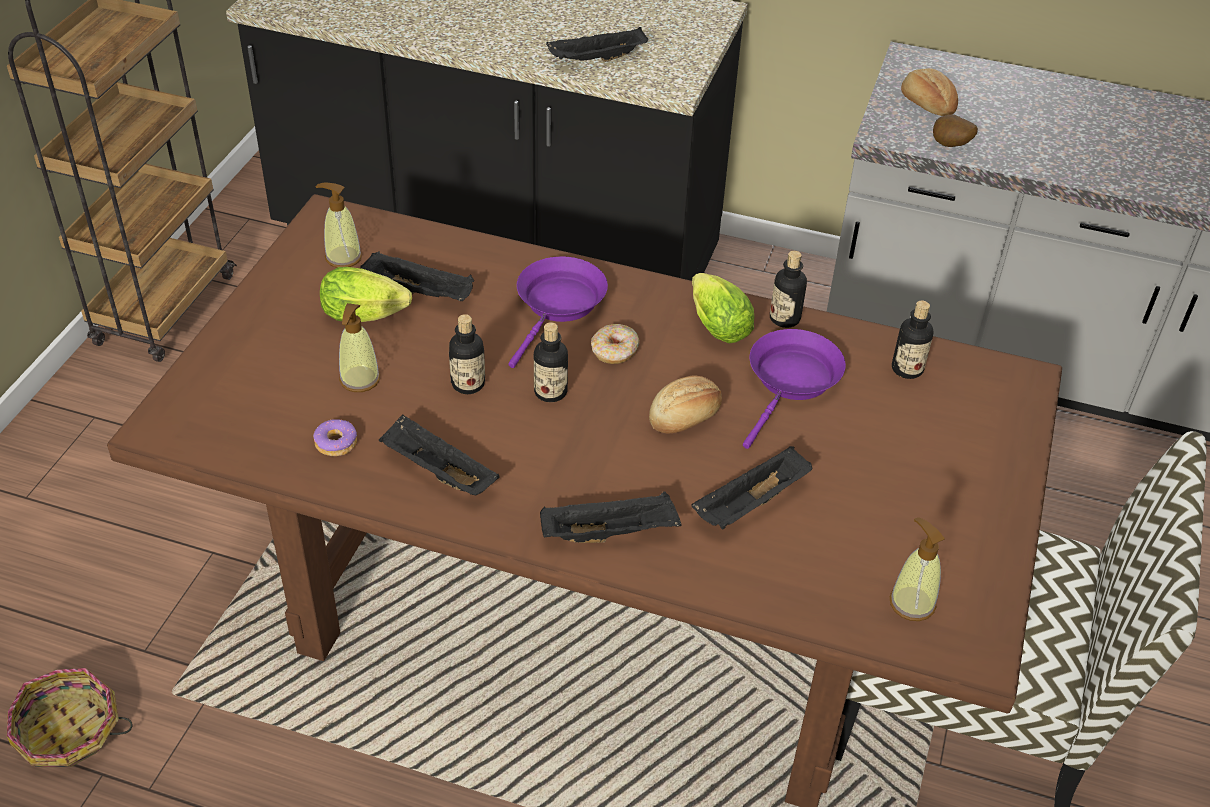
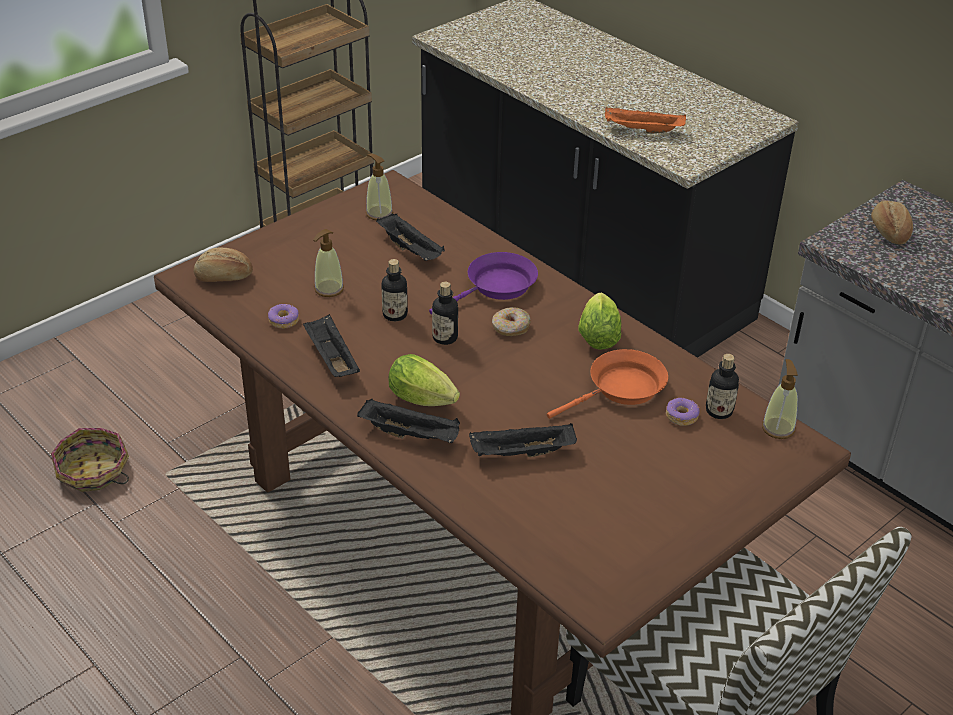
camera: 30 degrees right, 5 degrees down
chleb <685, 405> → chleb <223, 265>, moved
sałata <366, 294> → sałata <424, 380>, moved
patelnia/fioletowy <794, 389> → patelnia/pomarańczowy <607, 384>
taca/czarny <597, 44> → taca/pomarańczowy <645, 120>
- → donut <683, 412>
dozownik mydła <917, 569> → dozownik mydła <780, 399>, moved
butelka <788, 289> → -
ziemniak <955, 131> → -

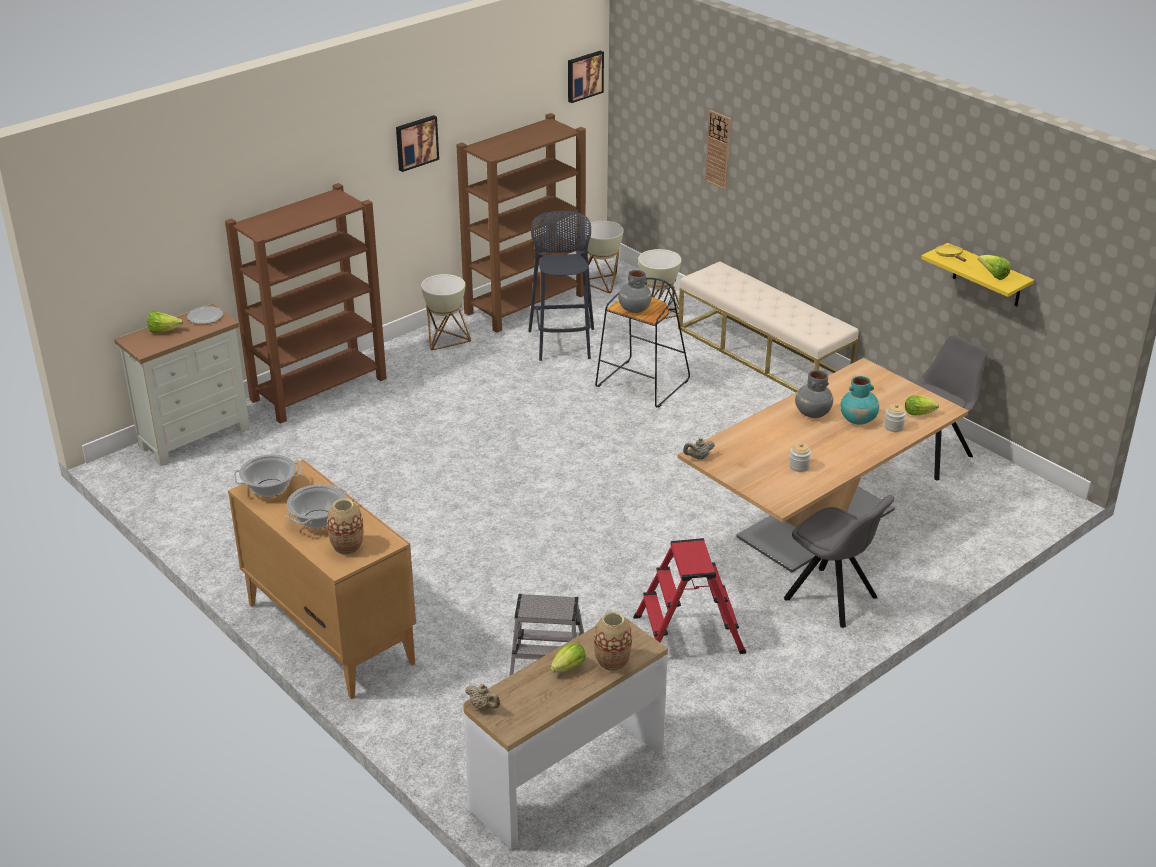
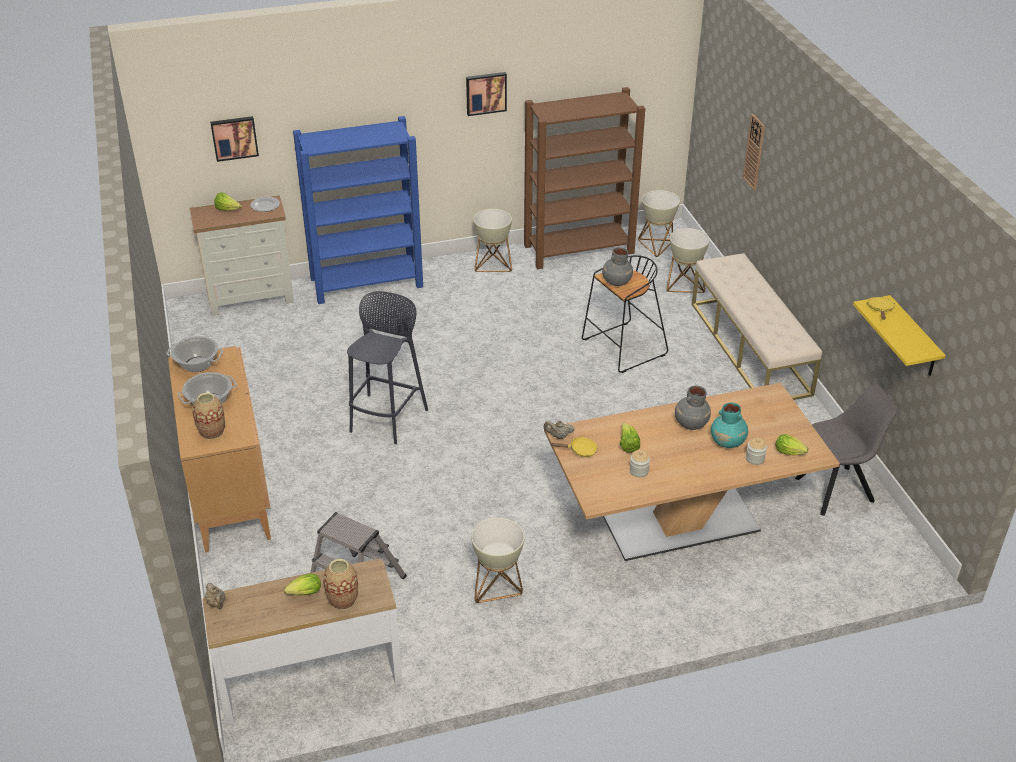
camera: 25 degrees right, 5 degrees up
obraz <586, 76> → obraz <234, 139>, moved
regał/brązowy <306, 303> → regał/niebieski <358, 210>
stołek/szary <561, 286> → stołek/szary <387, 367>, moved
drabinka/czerwony <689, 596> → donica <498, 560>
- → patelnia/żółty <574, 447>
sałata <994, 267> → sałata <630, 438>, moved
krzesło/szary <839, 561> → -

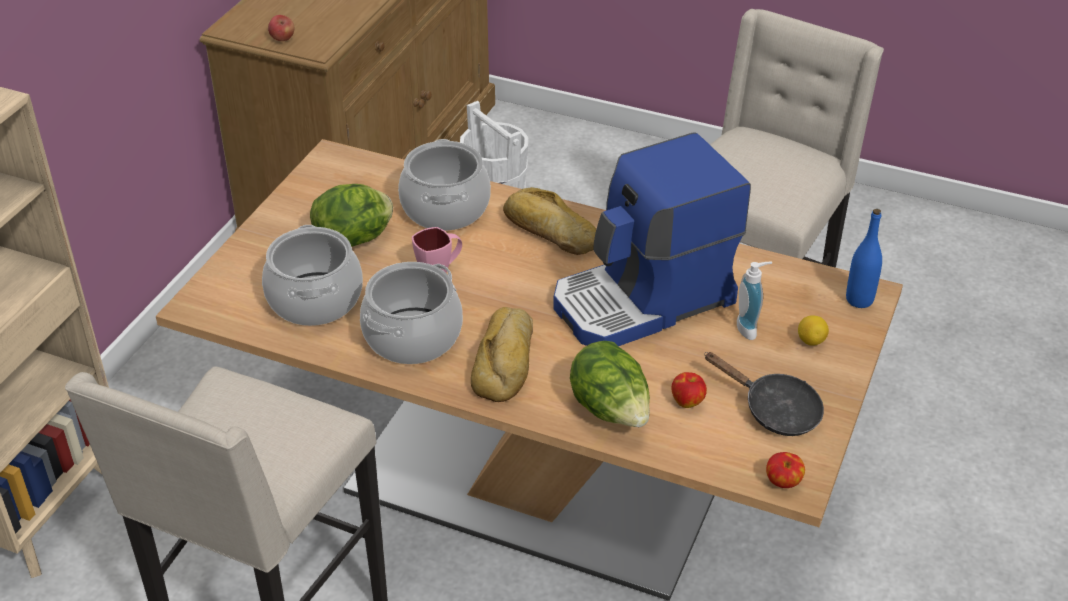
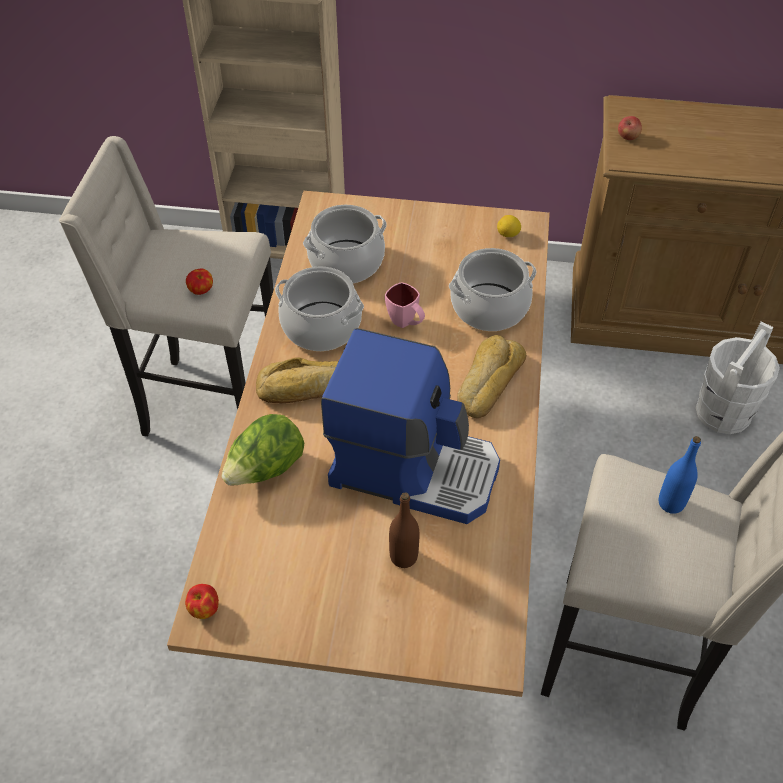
camera: 75 degrees right, 10 degrees up
jabłko <689, 390> → jabłko <199, 281>, moved
ekspres do kawy <652, 239> → ekspres do kawy <410, 426>, 150 degrees clockwise
dozownik mydła <754, 301> → butelka/brązowy <404, 530>
cytryna <813, 331> → cytryna <509, 226>, moved
butelka/niebieski <864, 258> → butelka/niebieski <680, 475>, moved
sałata <351, 215> → -
patelnia/czarny <764, 394> → -

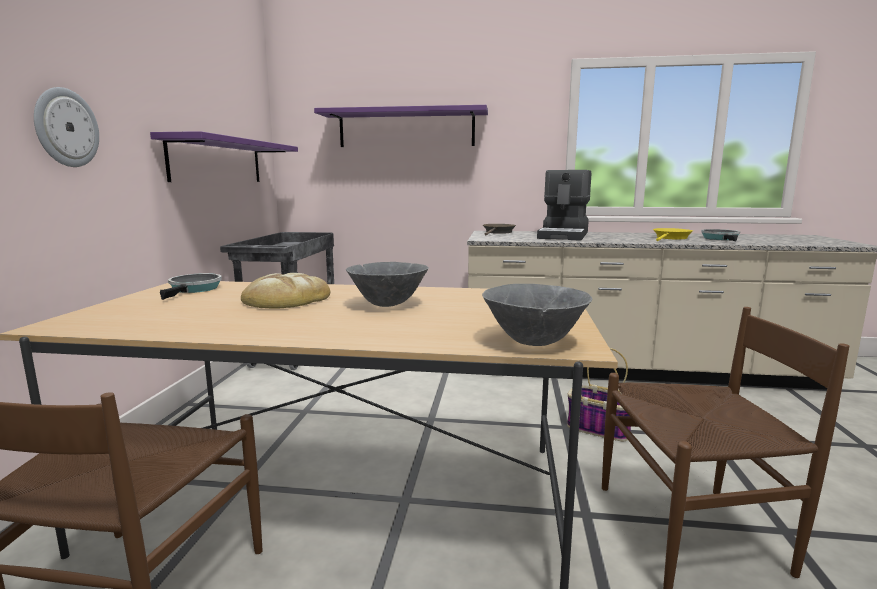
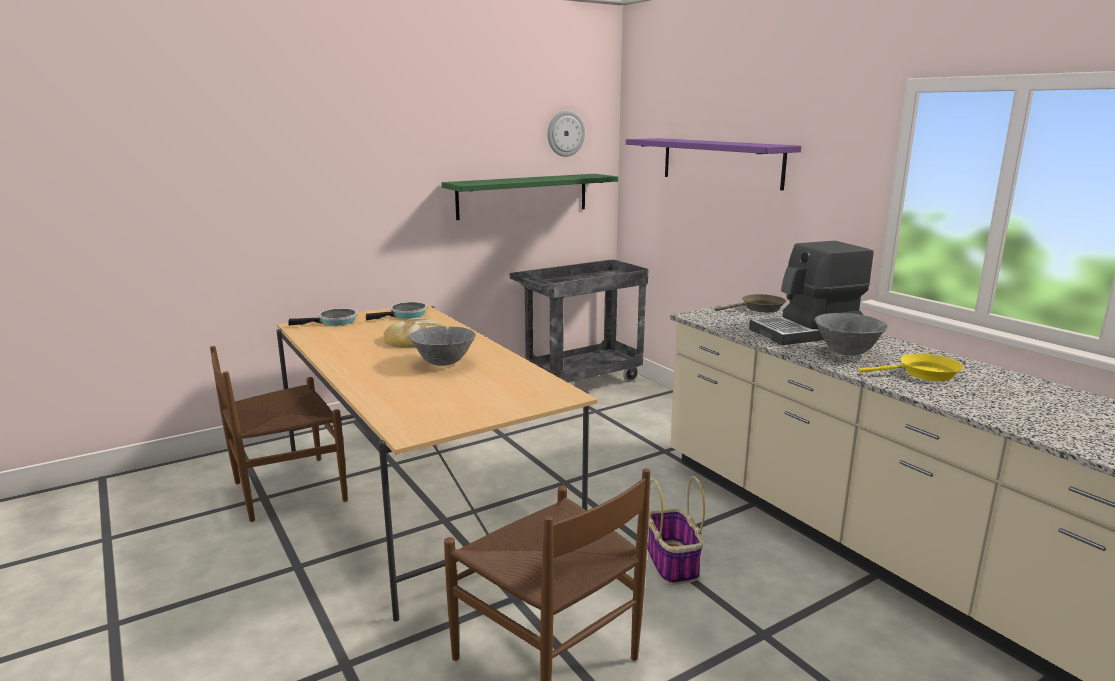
camera: 50 degrees right, 5 degrees up
patelnia <720, 235> → patelnia <323, 317>, moved
półka/fioletowy <224, 156> → półka/zielony <529, 197>
zegar ścienny <66, 127> → zegar ścienny <566, 133>, moved
miska/szary <537, 315> → miska/szary <851, 334>, moved

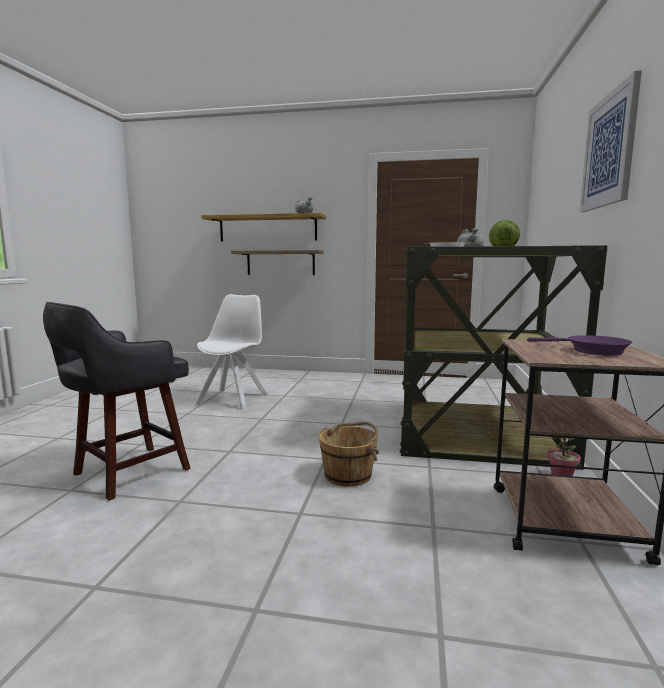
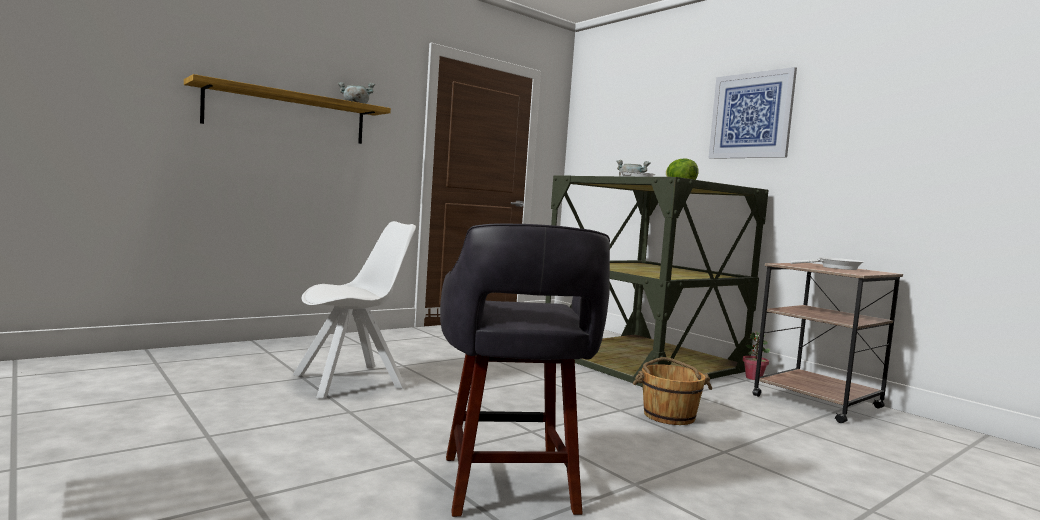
camera: 50 degrees left, 5 degrees down
krzesło/biały <230, 352> → krzesło/biały <354, 310>, 90 degrees clockwise
patelnia/fioletowy <579, 345> → patelnia/biały <826, 263>
półka <277, 262> → -

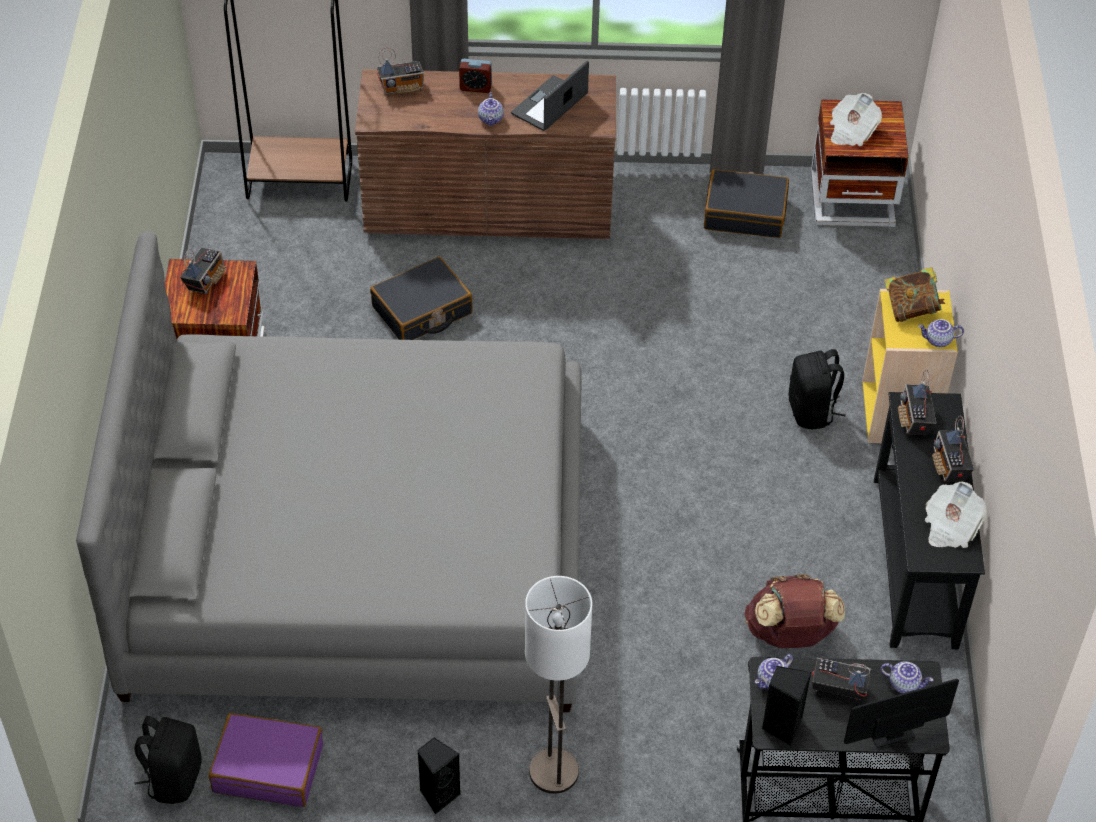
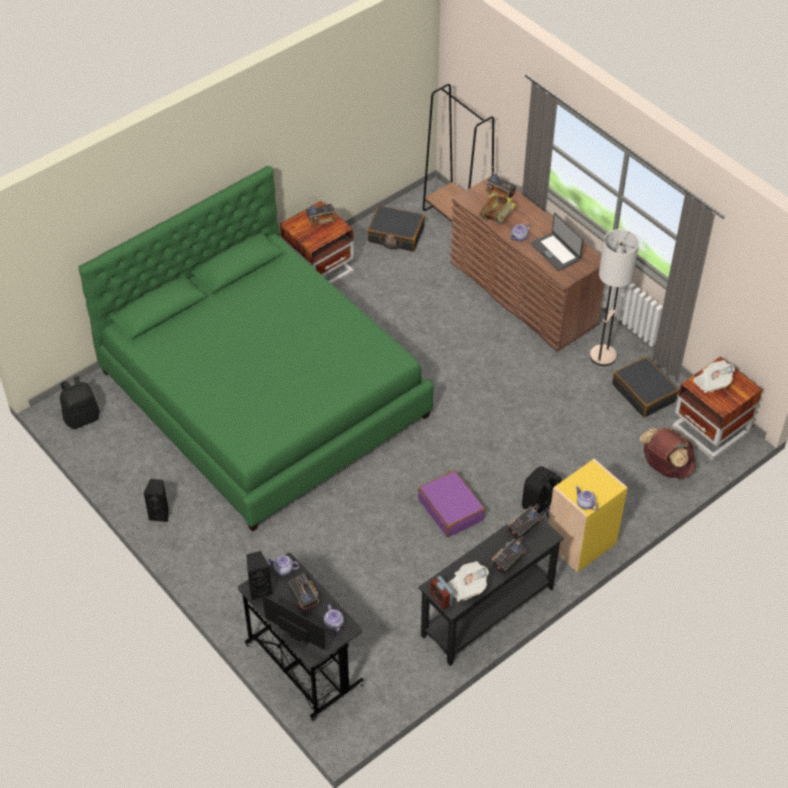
camera: 50 degrees right, 0 degrees up
łóżko/szary <329, 471> → łóżko/zielony <256, 349>
walizka/czarny <421, 298> → walizka/czarny <396, 228>, moved
walizka/fioletowy <266, 760> → walizka/fioletowy <451, 503>, moved
budzik <475, 76> → budzik <442, 592>, moved
książka <915, 294> → książka <498, 207>, moved
laptop <550, 96> → laptop <557, 242>, 120 degrees counterclockwise
lampa stojąca <558, 685> → lampa stojąca <614, 297>, moved
plecak/brązowy <794, 611> → plecak/brązowy <668, 453>, moved

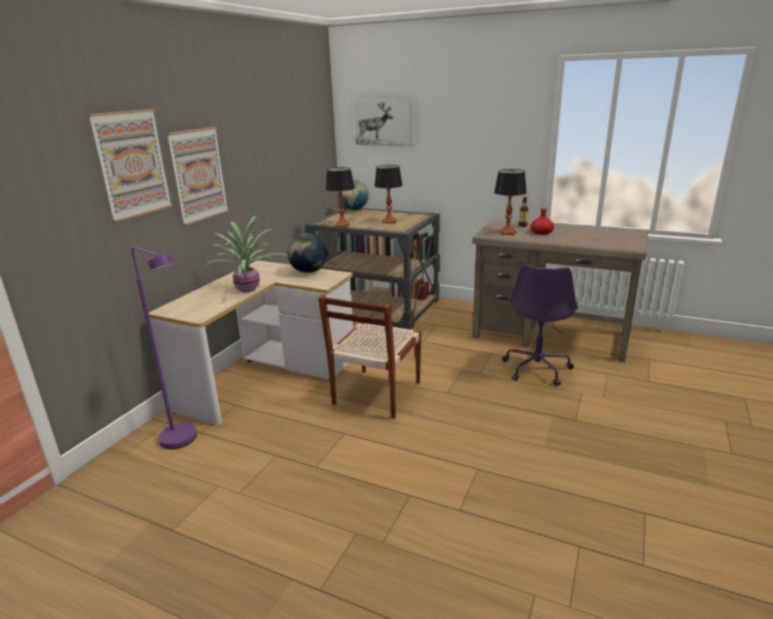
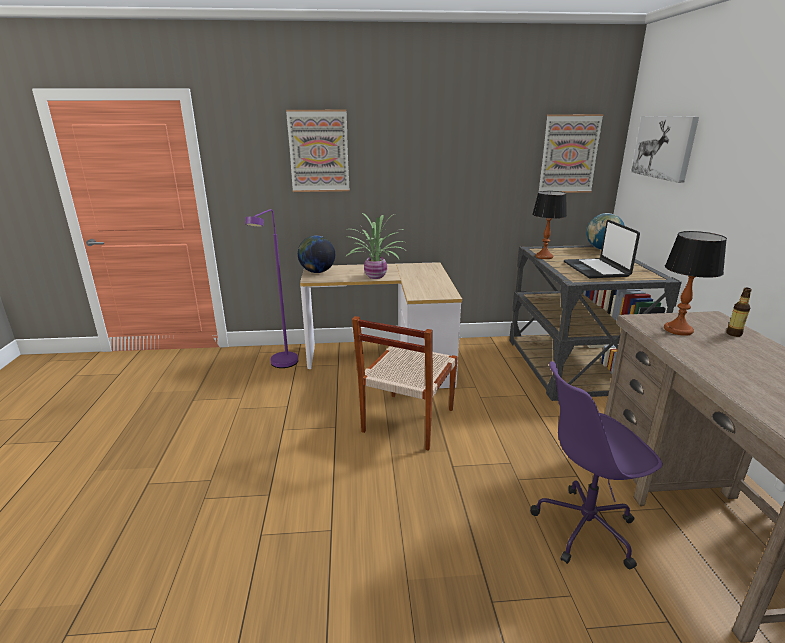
camera: 60 degrees right, 0 degrees up
globus <307, 253> → globus <316, 254>, moved
krzesło <370, 357> → krzesło <405, 383>, 60 degrees counterclockwise
obraz <197, 176> → obraz <571, 153>, moved
lampa stołowa <388, 194> → laptop <602, 249>
butelka/czerwony <542, 221> → -

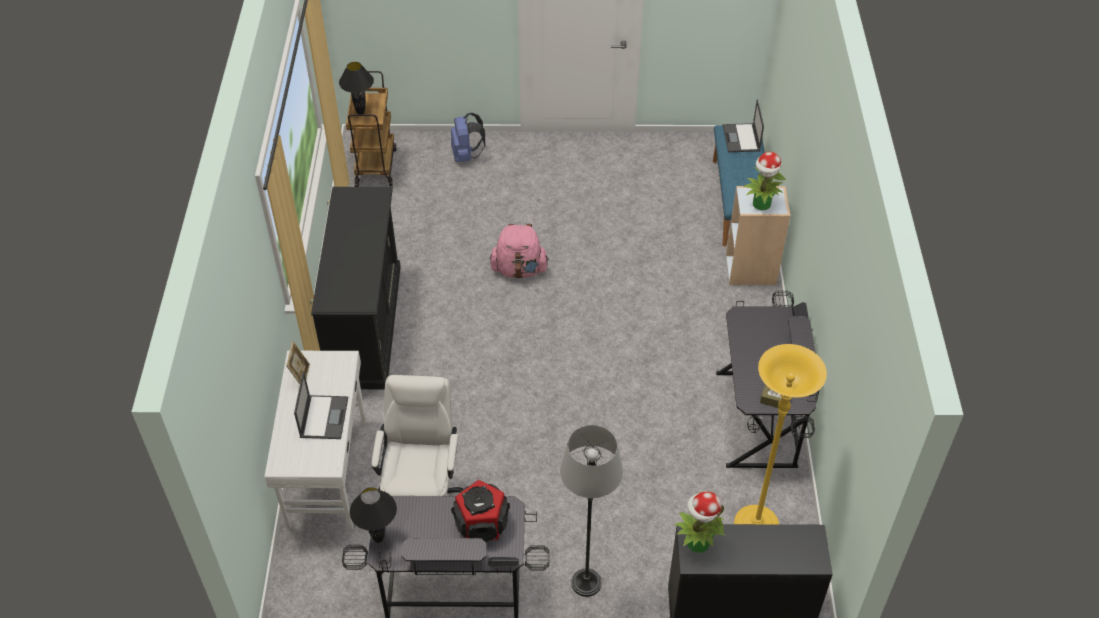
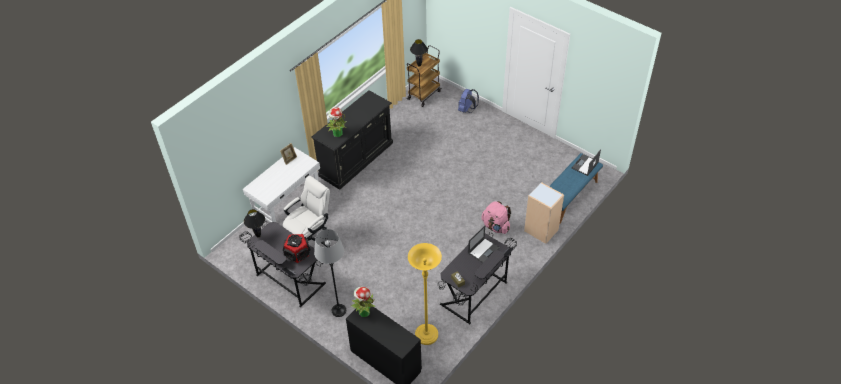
camera: 40 degrees right, 0 degrees up
roślina doniczkowa <764, 181> → roślina doniczkowa <336, 122>, moved
laptop <321, 405> → laptop <484, 244>, moved
plecak/różowy <519, 251> → plecak/różowy <496, 217>, moved

